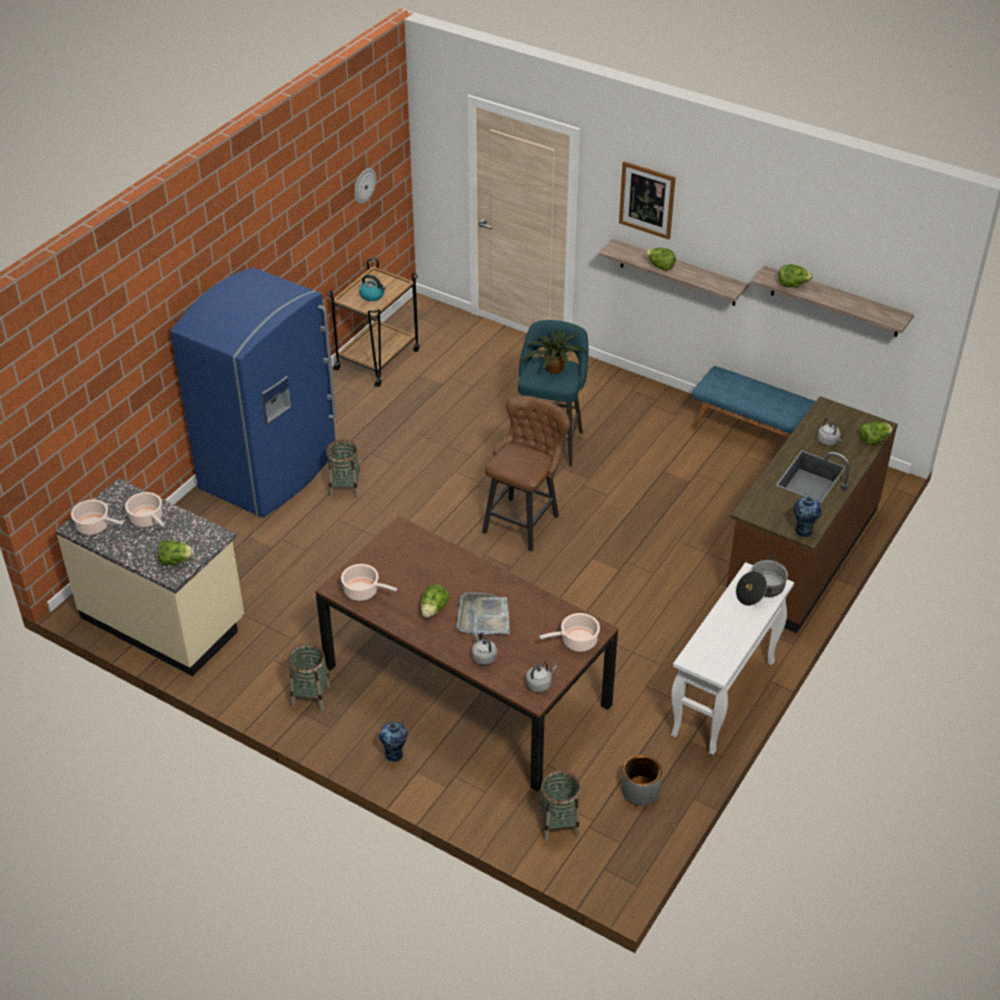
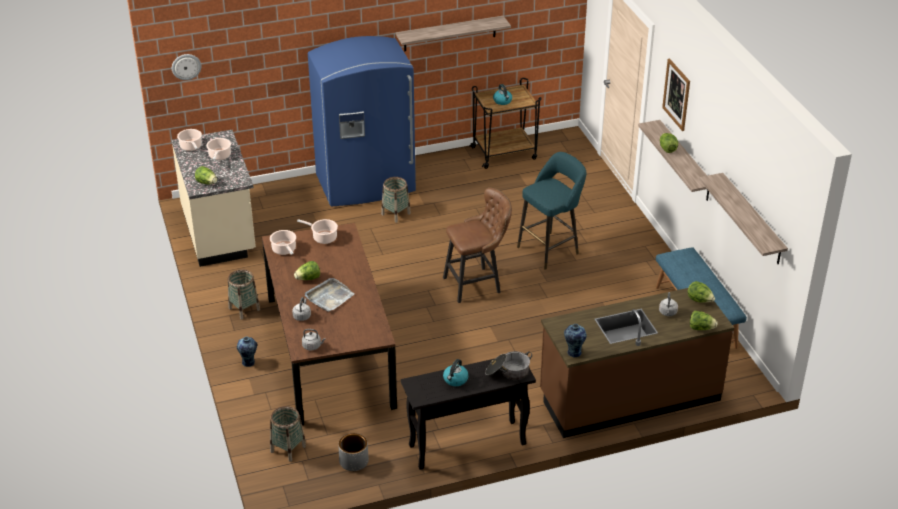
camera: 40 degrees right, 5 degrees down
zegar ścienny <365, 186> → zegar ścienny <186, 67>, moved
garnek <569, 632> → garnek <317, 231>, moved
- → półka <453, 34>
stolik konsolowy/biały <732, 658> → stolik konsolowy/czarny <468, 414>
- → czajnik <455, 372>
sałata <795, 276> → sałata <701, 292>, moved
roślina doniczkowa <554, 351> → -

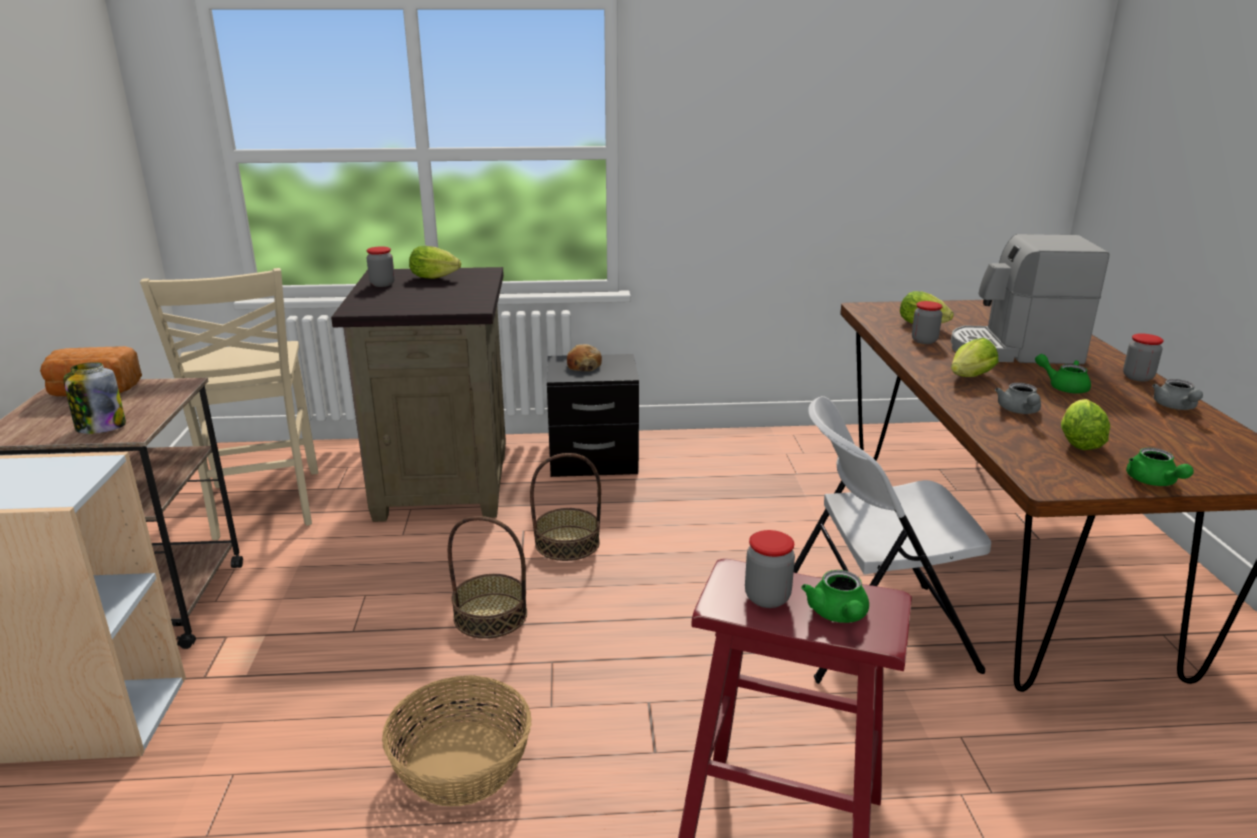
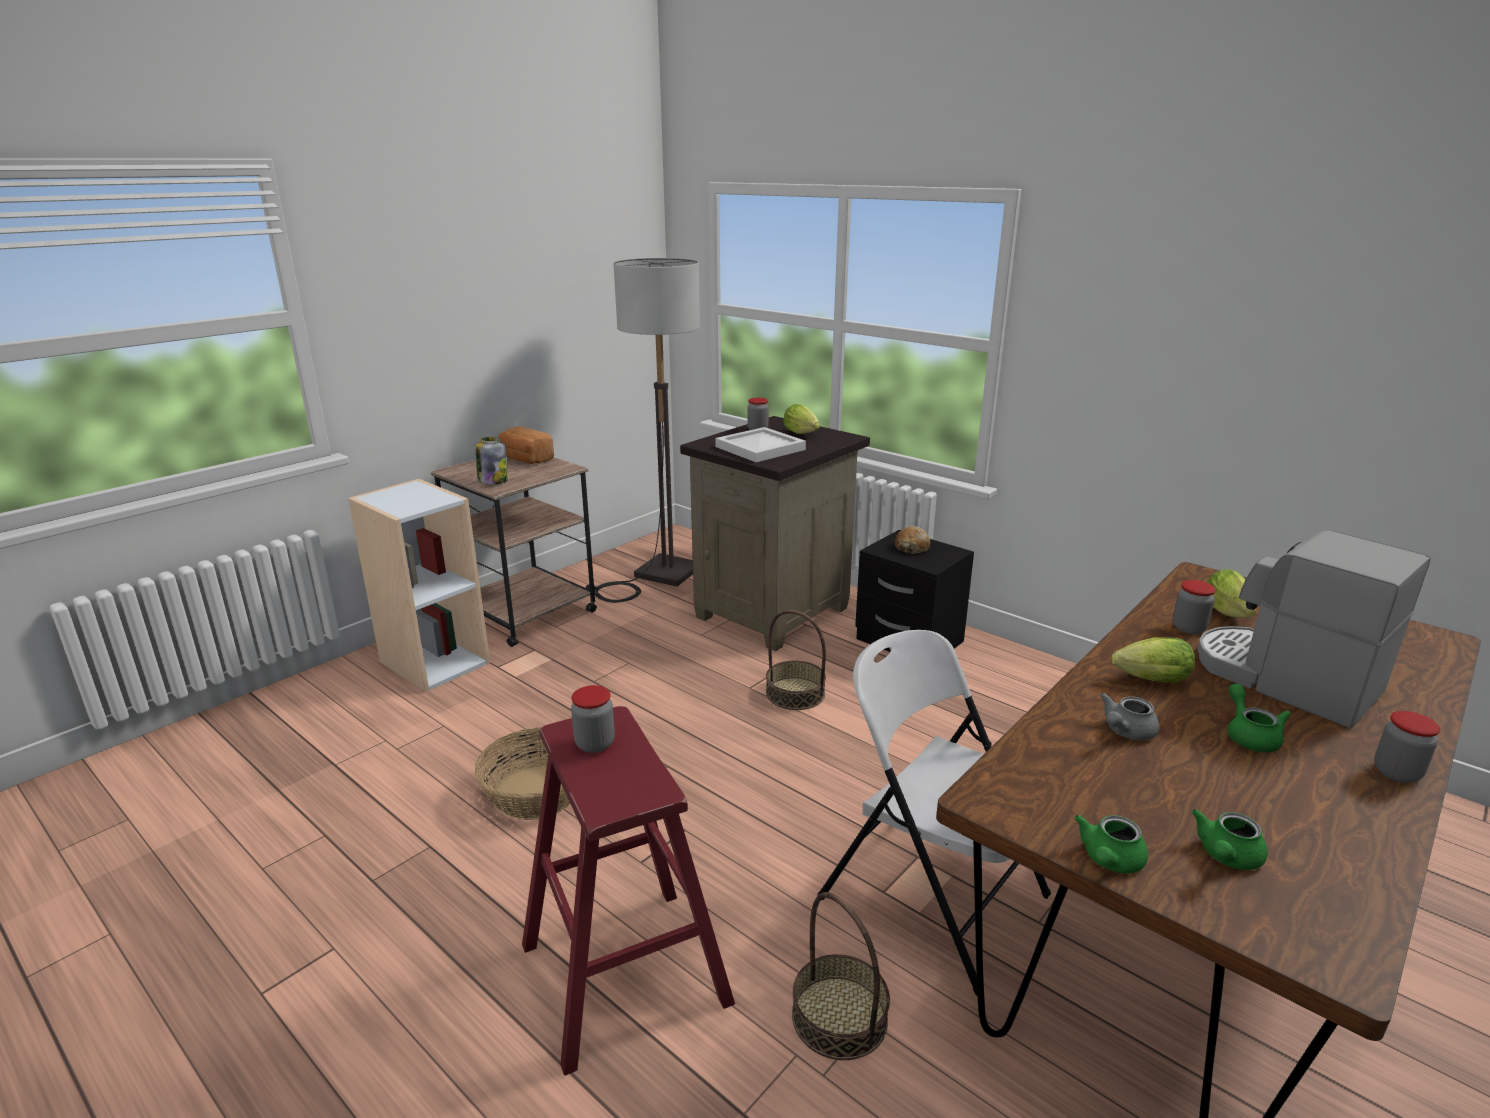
camera: 45 degrees right, 0 degrees up
krzesło/beżowy <229, 404> → lampa stojąca <642, 430>
- → taca/biały <760, 444>
koszyk <487, 577> → koszyk <841, 976>, moved
imbryk/zielony <835, 596> → imbryk/zielony <1230, 839>, moved
sałata <1085, 424> → -
imbryk/szary <1177, 394> → -

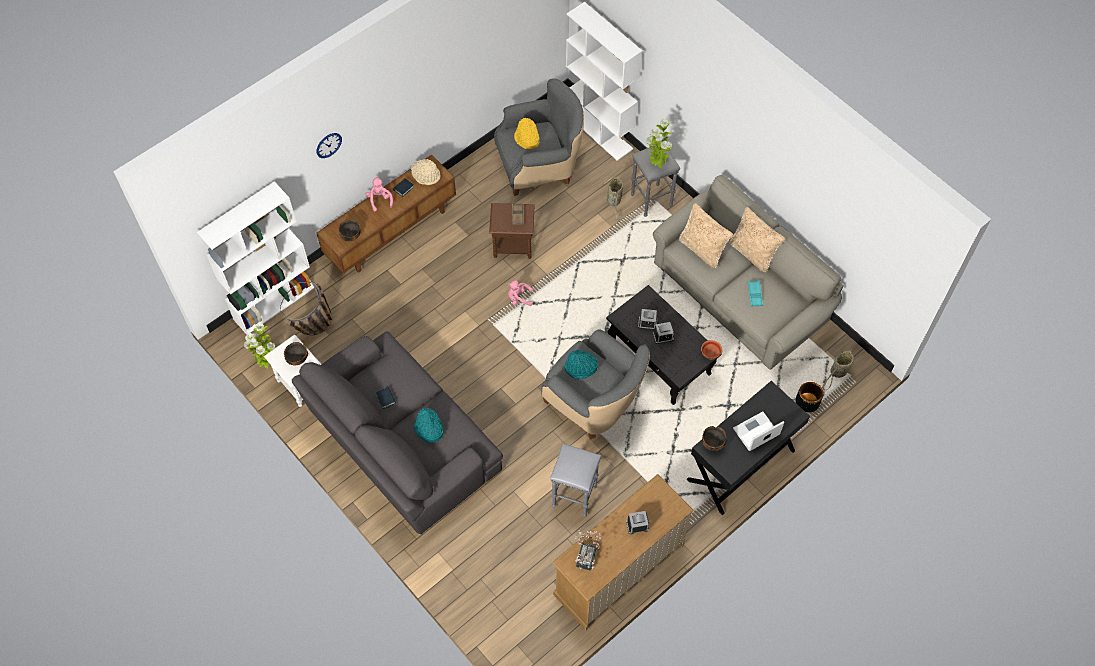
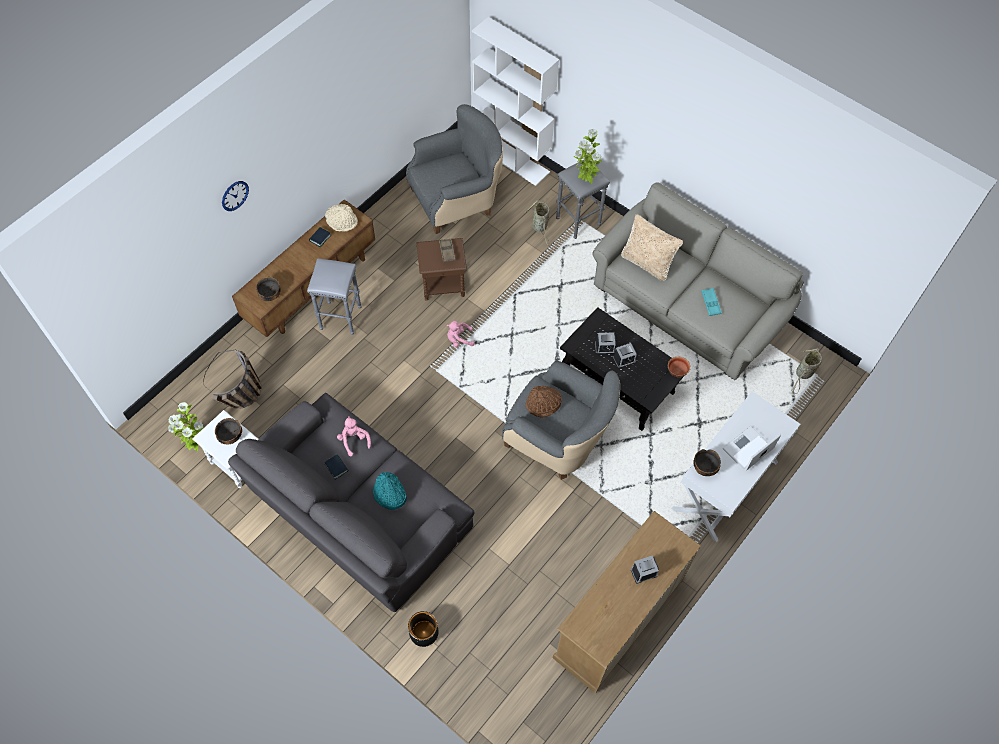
camera: 10 degrees left, 0 degrees up
stołek/szary <575, 480> → stołek/szary <334, 296>, moved
pluszak/różowy <379, 194> → pluszak/różowy <354, 436>, moved
donica/czarny <810, 396> → donica/czarny <423, 629>, moved
kapelusz/turkusowy <581, 364> → kapelusz/brązowy <544, 401>
stolik konsolowy/czarny <748, 448> → stolik konsolowy/biały <735, 467>
regał/biały <255, 258> → -
kapelusz/żółty <526, 133> → -
roślina doniczkowa <588, 550> → -
poduszka/beżowy <757, 239> → -

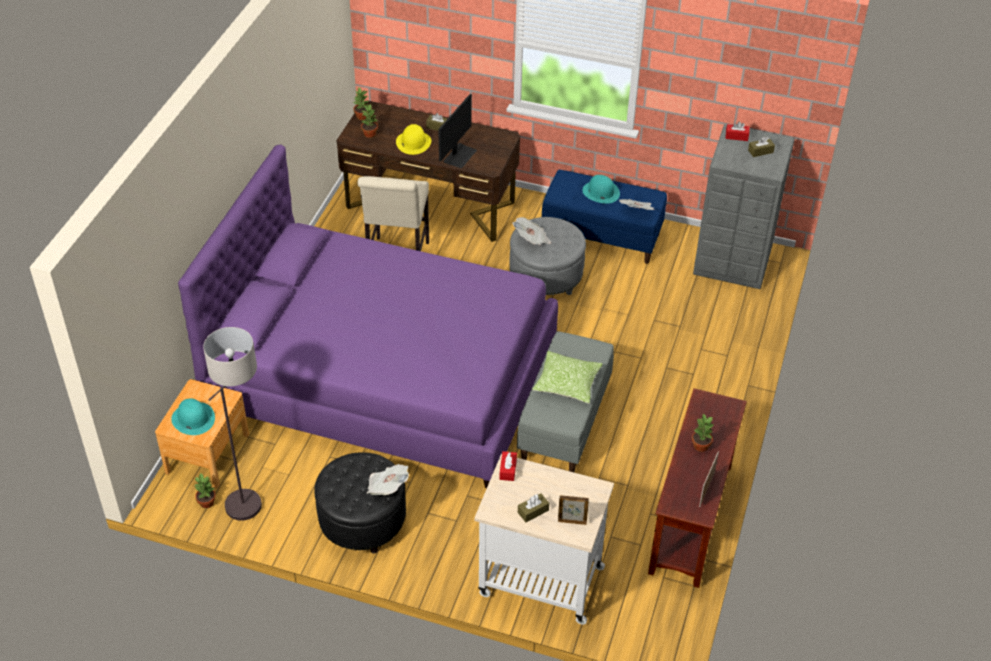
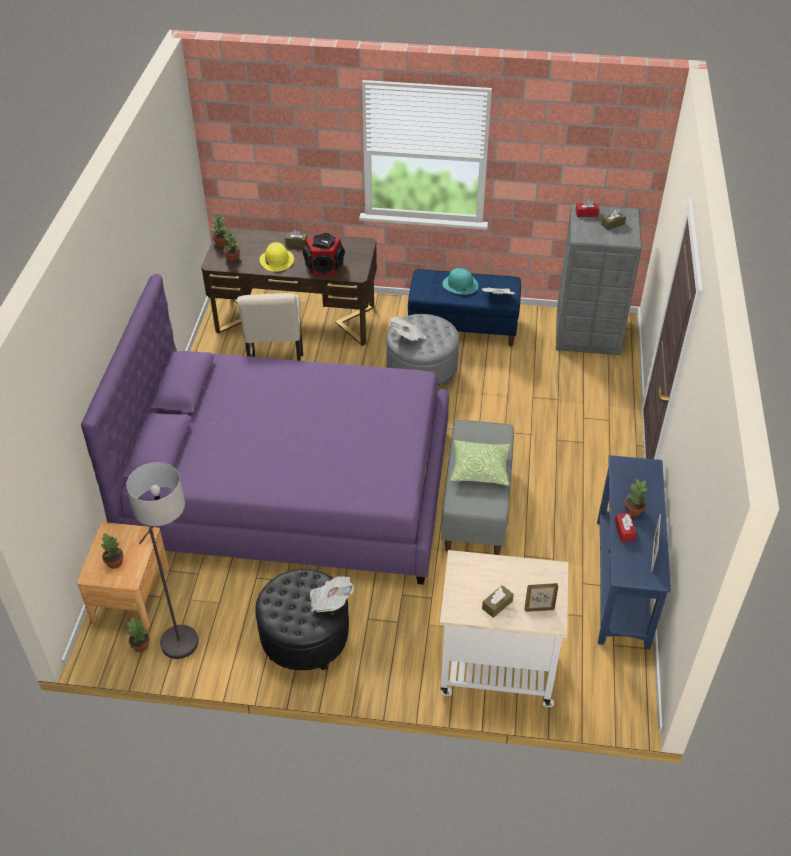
camera: 10 degrees left, 0 degrees up
kapelusz/turkusowy <193, 416> → roślina doniczkowa <112, 551>
monitor <457, 131> → głośnik <324, 254>
stolik konsolowy/brązowy <697, 488> → stolik konsolowy/niebieski <634, 552>
pudełko chusteczek/czerwony <508, 466> → pudełko chusteczek/czerwony <625, 527>, moved

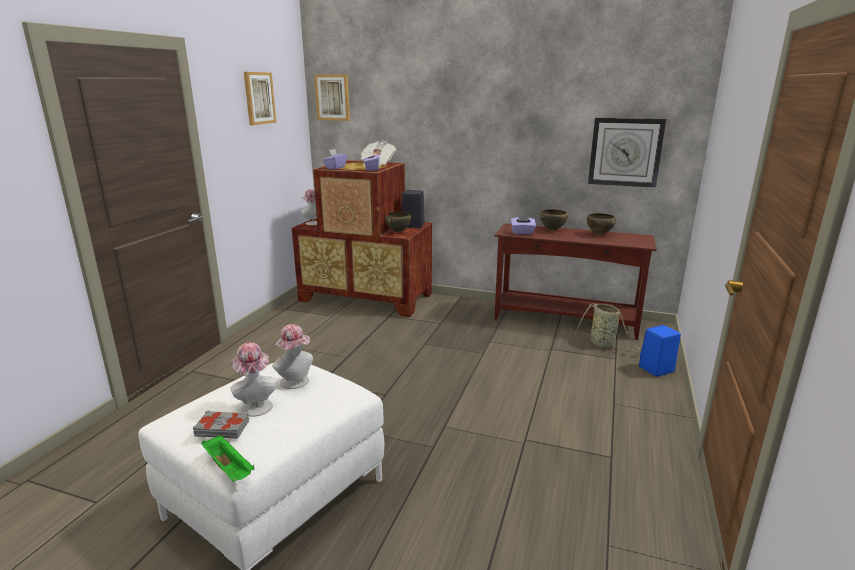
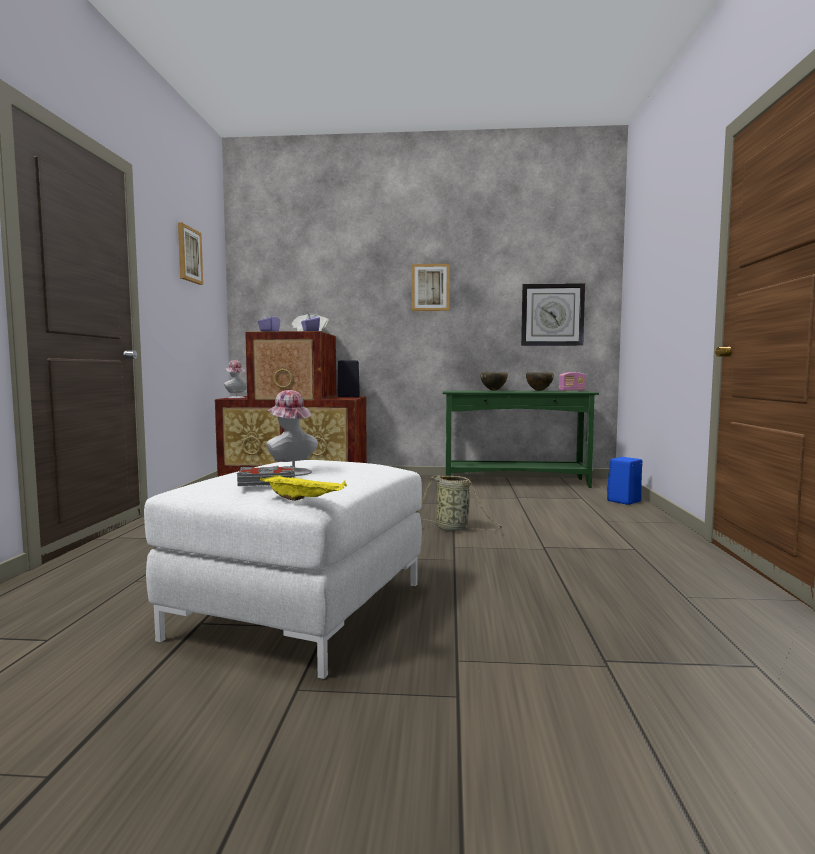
camera: 15 degrees left, 15 degrees down
taca/zielony <228, 458> → taca/żółty <303, 488>
obraz <332, 97> → obraz <431, 287>, moved
koszyk <607, 327> → koszyk <460, 503>, moved
stolik konsolowy/brązowy <575, 281> → stolik konsolowy/zielony <520, 439>
- → radio <572, 381>
kapelusz <292, 356> → -
miska/brązowy <398, 222> → -
pudełko chusteczek/fioletowy <523, 224> → -

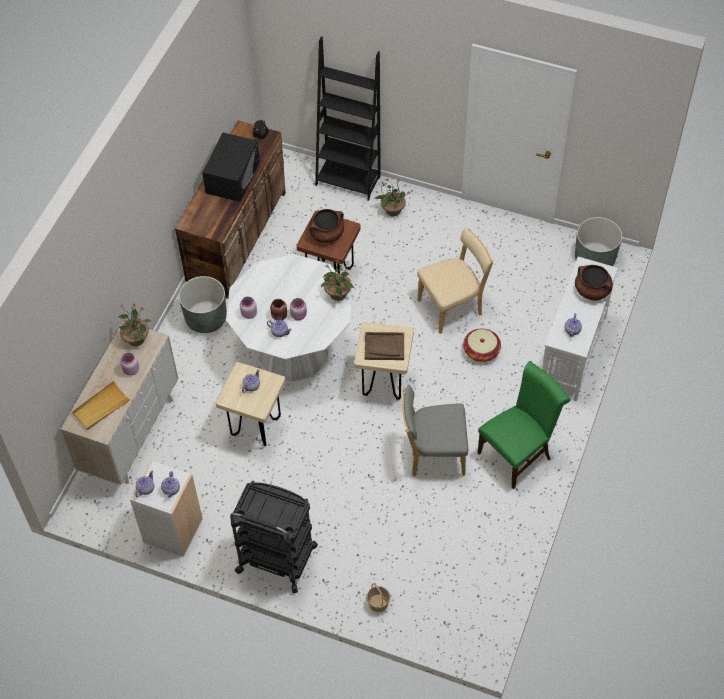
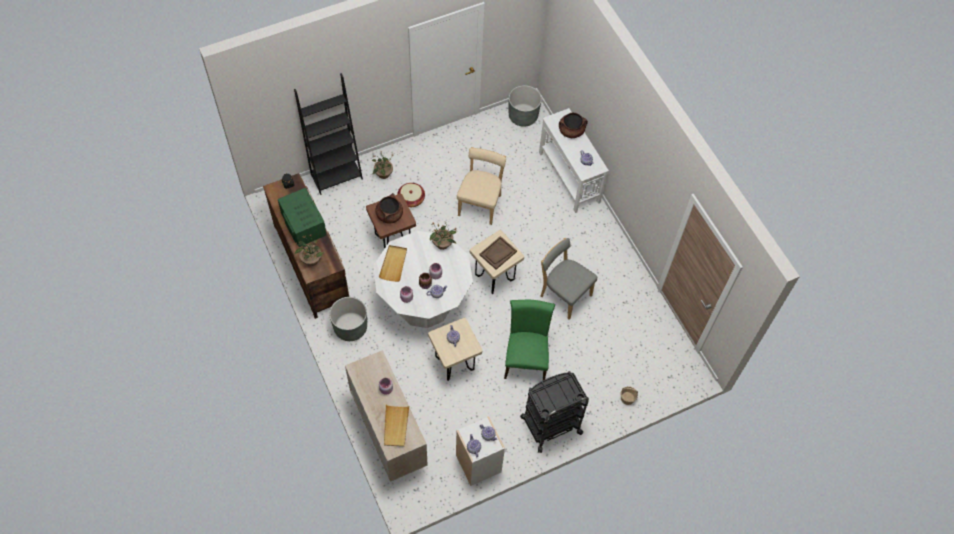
camera: 50 degrees left, 5 degrees up
mikrofalówka/czarny <231, 167> → mikrofalówka/zielony <302, 217>
roślina doniczkowa <135, 324> → roślina doniczkowa <309, 250>, moved
- → taca/beżowy <393, 263>
koszyk <482, 345> → koszyk <411, 195>, moved
krzesło/zielony <524, 425> → krzesło/zielony <529, 340>, moved
krzesło/szary <435, 431> → krzesło/szary <568, 279>, 90 degrees clockwise

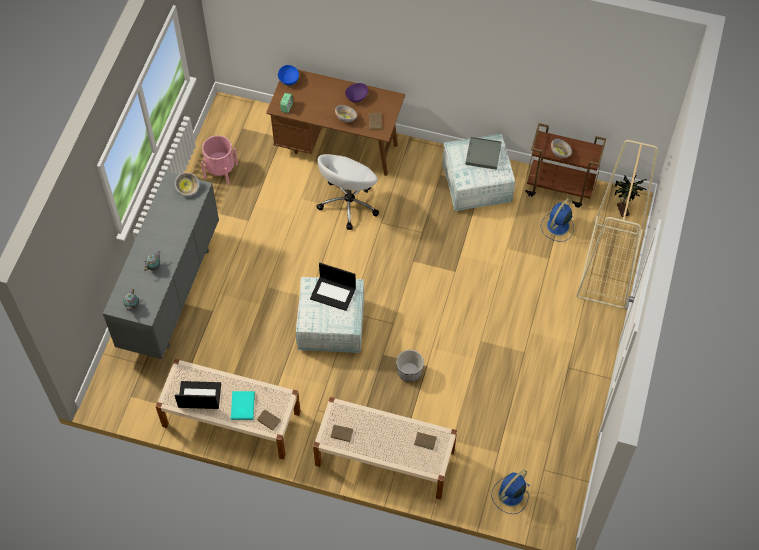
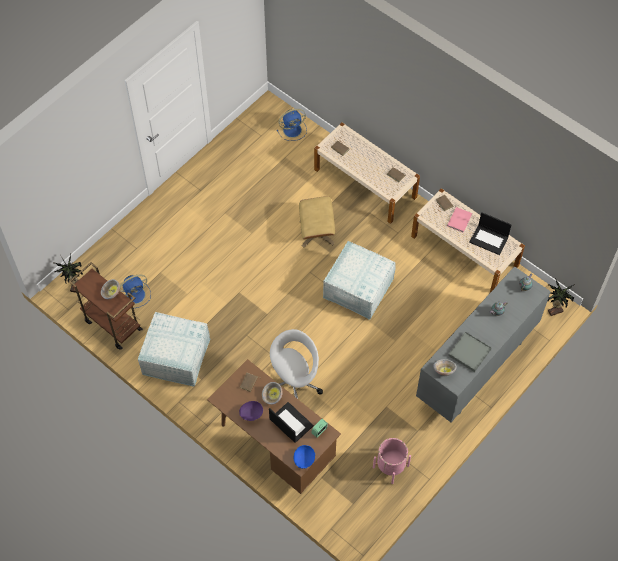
camera: 155 degrees left, 0 degrees up
laptop <333, 287> → laptop <291, 422>, moved
donica <410, 366> → pufa/beżowy <317, 221>
książka/turkusowy <243, 405> → książka/różowy <459, 220>
taca/szary <483, 153> → taca/szary <469, 352>, moved
- → roślina doniczkowa <561, 297>
wieszak/beżowy <617, 224> → -

